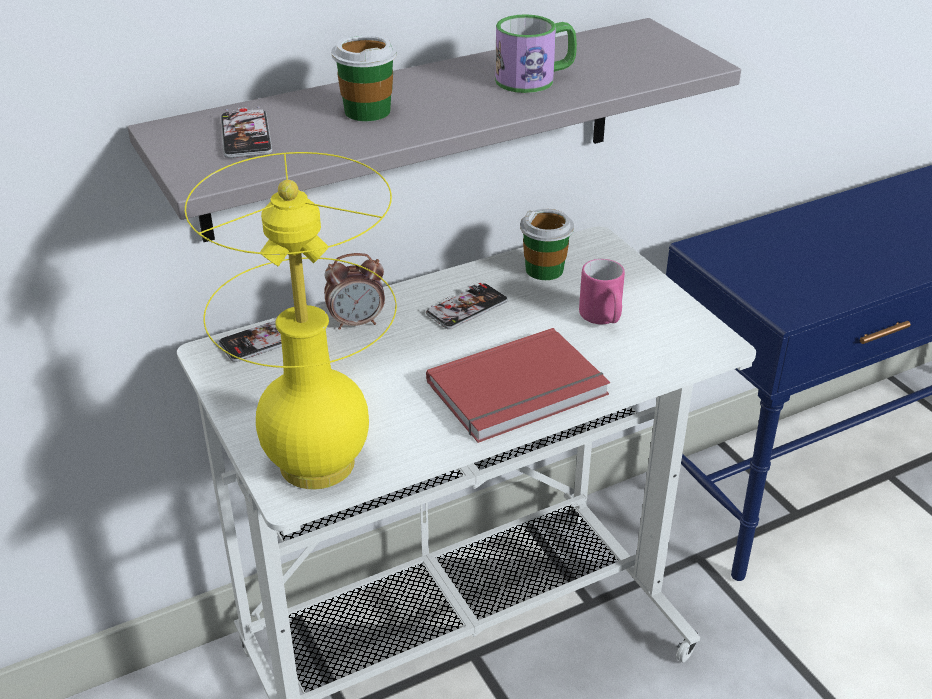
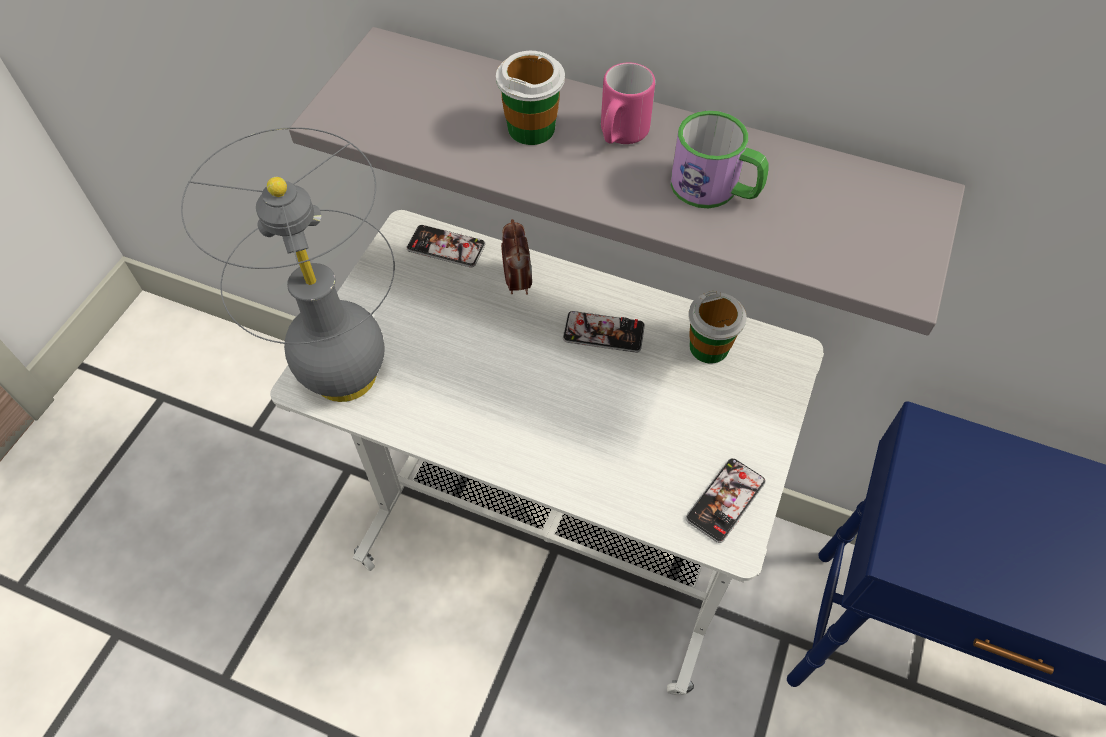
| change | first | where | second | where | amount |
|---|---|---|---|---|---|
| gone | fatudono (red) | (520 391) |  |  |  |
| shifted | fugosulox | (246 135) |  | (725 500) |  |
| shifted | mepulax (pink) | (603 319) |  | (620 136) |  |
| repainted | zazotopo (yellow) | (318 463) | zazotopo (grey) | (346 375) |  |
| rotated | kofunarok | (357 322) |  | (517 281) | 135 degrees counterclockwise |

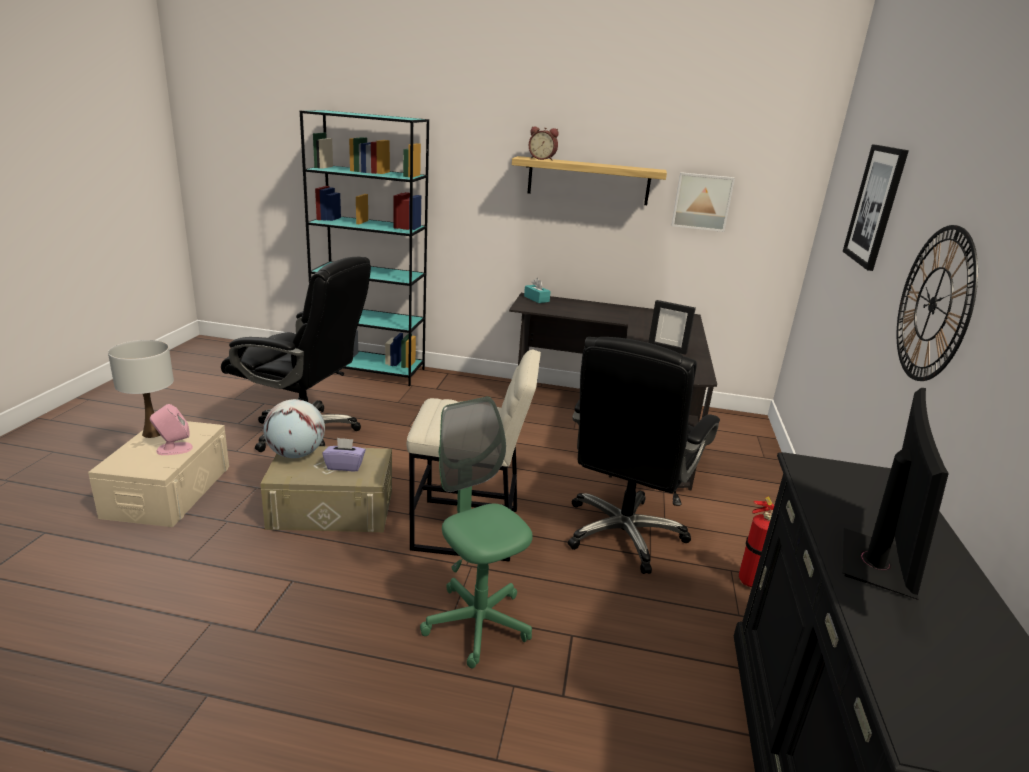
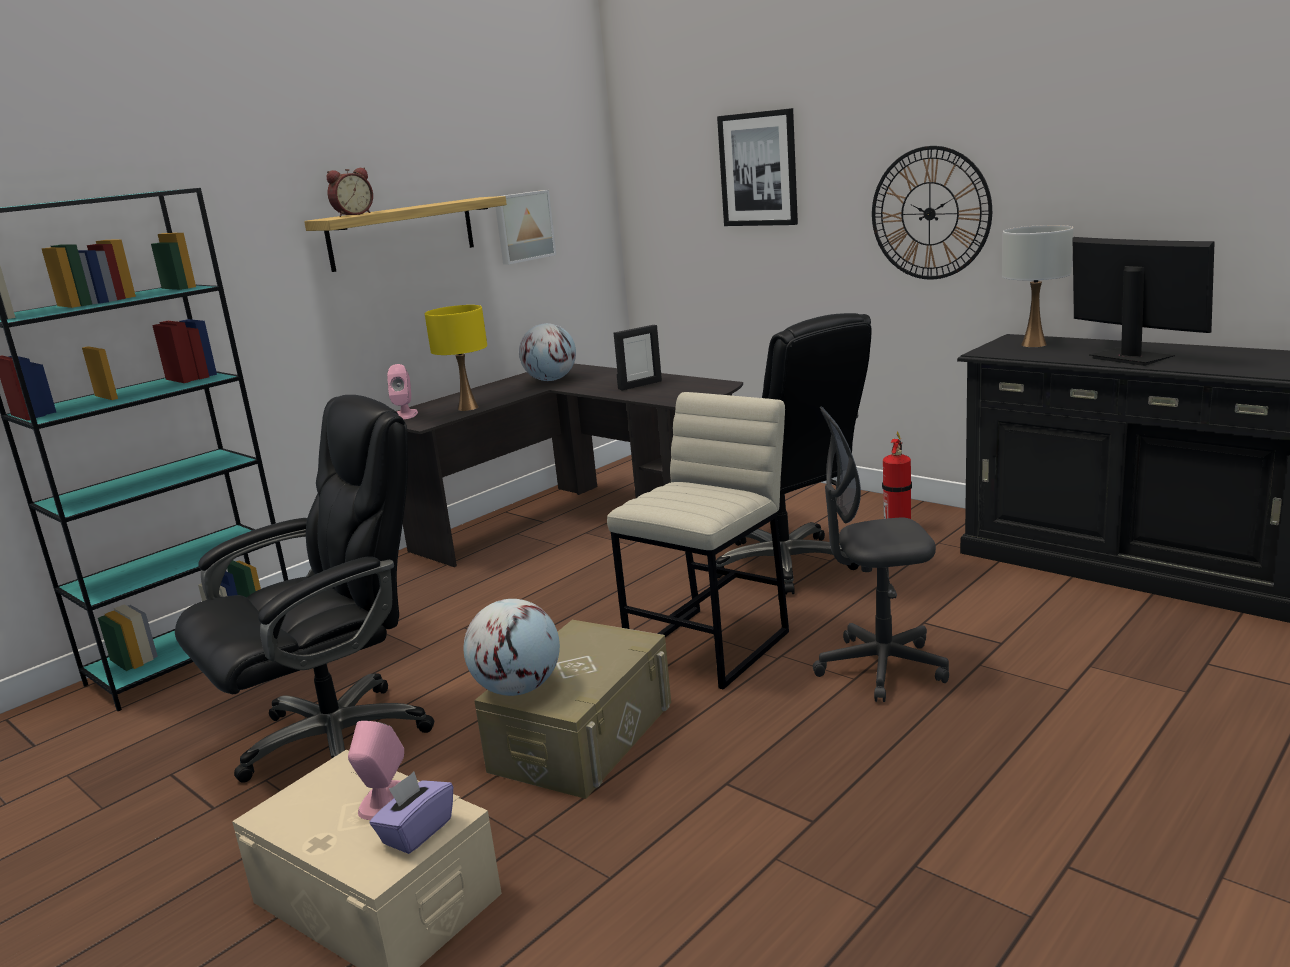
| change | first | where | second | where | amount |
|---|---|---|---|---|---|
| new |  |  | zazotopo (yellow) | (468 408) |  |
| new |  |  | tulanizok | (550 380) |  |
| shifted | zazotopo (white) | (153 433) |  | (1034 344) |  |
| shifted | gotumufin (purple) | (345 466) |  | (416 832) |  |
| swapped | gotumufin (turquoise) | (536 299) | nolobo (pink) | (405 415) |  |
| repainted | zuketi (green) | (477 623) | zuketi (grey) | (880 668) |  |

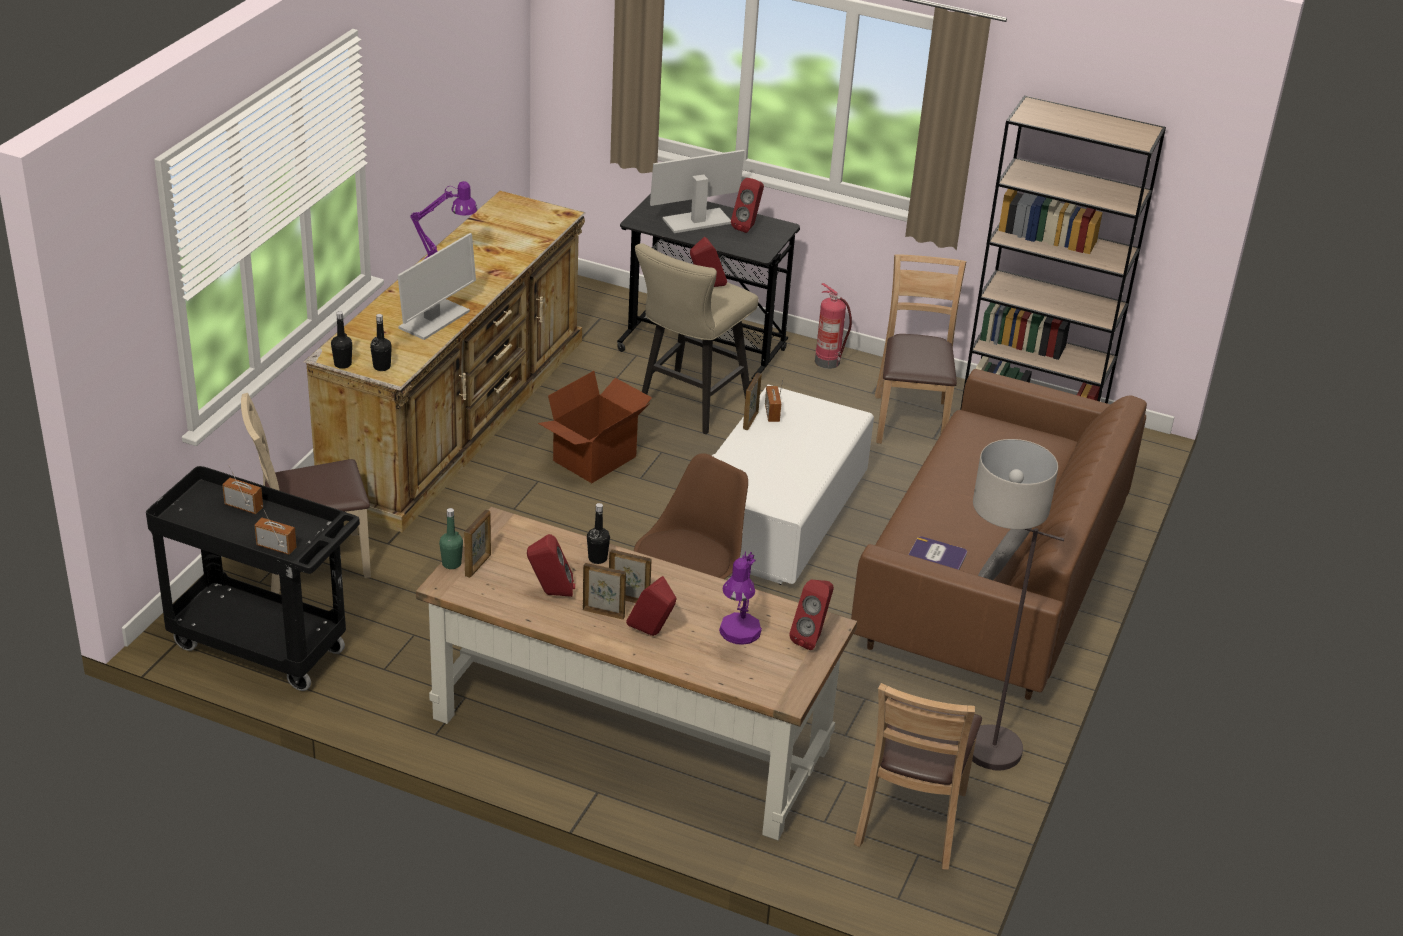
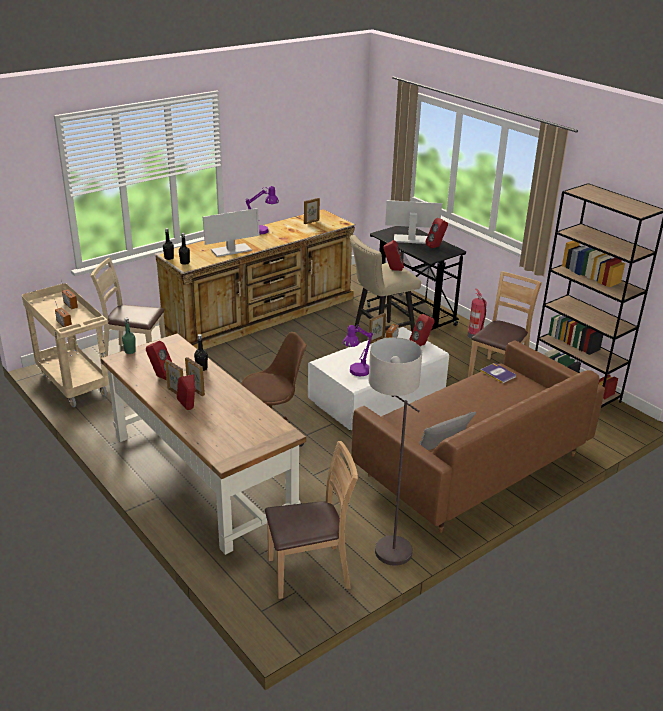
| change | first | where | second | where | amount |
|---|---|---|---|---|---|
| gone | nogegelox | (595 459) |  |  |  |
| shifted | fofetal | (478 565) |  | (311 222) |  |
| shifted | zazotopo (purple) | (738 637) |  | (356 372) |  |
| shifted | nolobo (red) | (812 638) |  | (421 345) |  |
| shifted | fatudono | (937 555) |  | (498 373) |  |
| repainted | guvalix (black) | (266 652) | guvalix (beige) | (75 387) |  |
| rotated | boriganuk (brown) | (912 820) |  | (309 572) | 150 degrees counterclockwise |

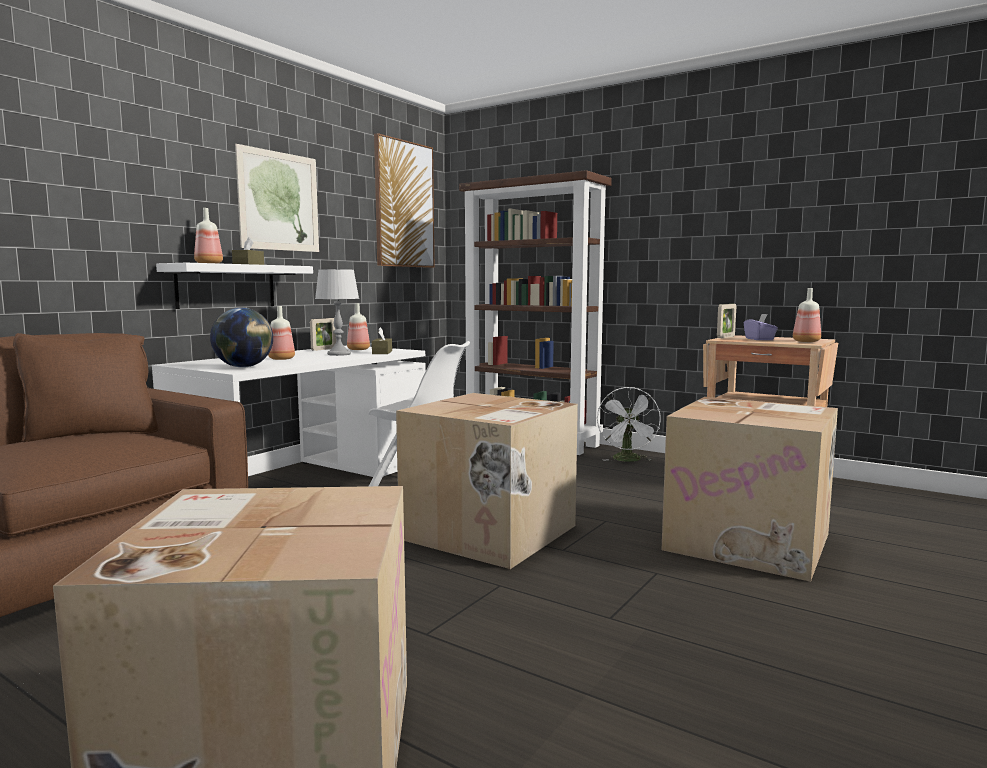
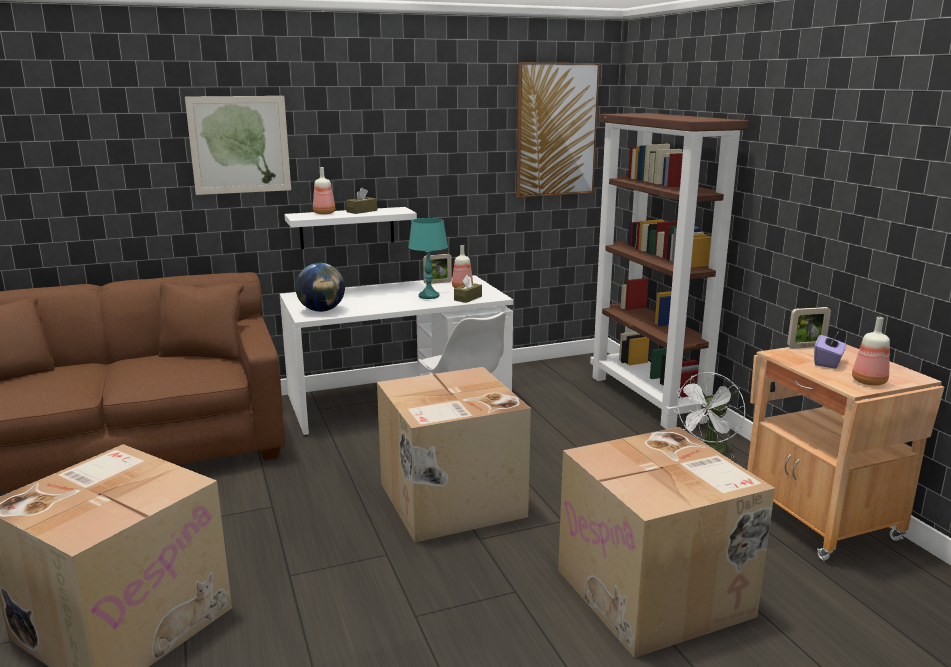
| change | first | where | second | where | amount |
|---|---|---|---|---|---|
| gone | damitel | (280 359) |  |  |  |
| shifted | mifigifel | (279 201) |  | (239 145) |  |
| repainted | zazotopo (grey) | (338 354) | zazotopo (turquoise) | (428 296) |  |

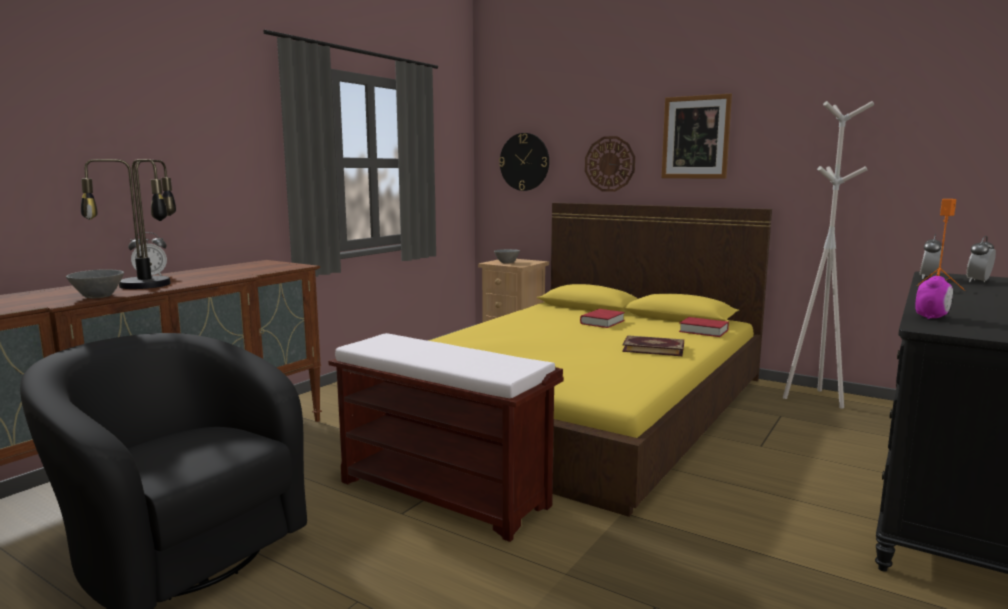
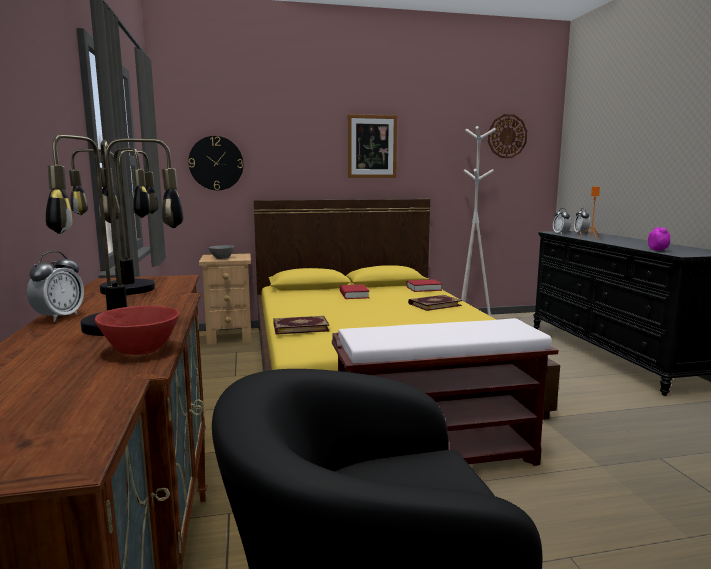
| change | first | where | second | where | amount |
|---|---|---|---|---|---|
| new |  |  | zazotopo | (129 289) |  |
| new |  |  | fatudono | (300 327) |  |
| shifted | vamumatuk | (610 164) |  | (507 136) |  |
| repainted | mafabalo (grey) | (96 296) | mafabalo (red) | (140 350) |  |

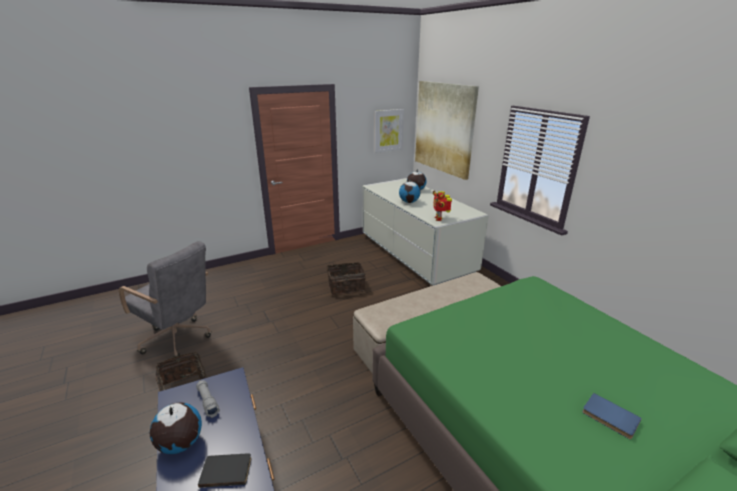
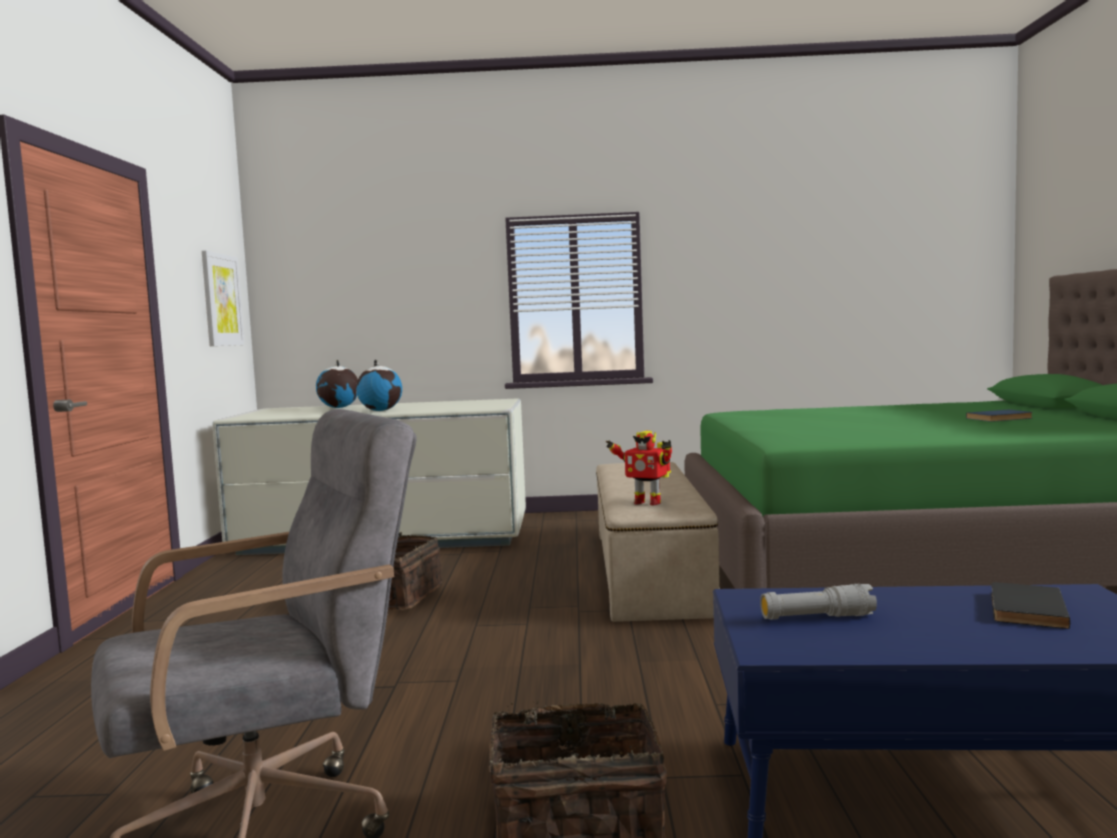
| change | first | where | second | where | amount |
|---|---|---|---|---|---|
| gone | tulanizok | (180 444) |  |  |  |
| gone | mifigifel | (444 128) |  |  |  |
| shifted | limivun | (439 218) |  | (647 502) |  |

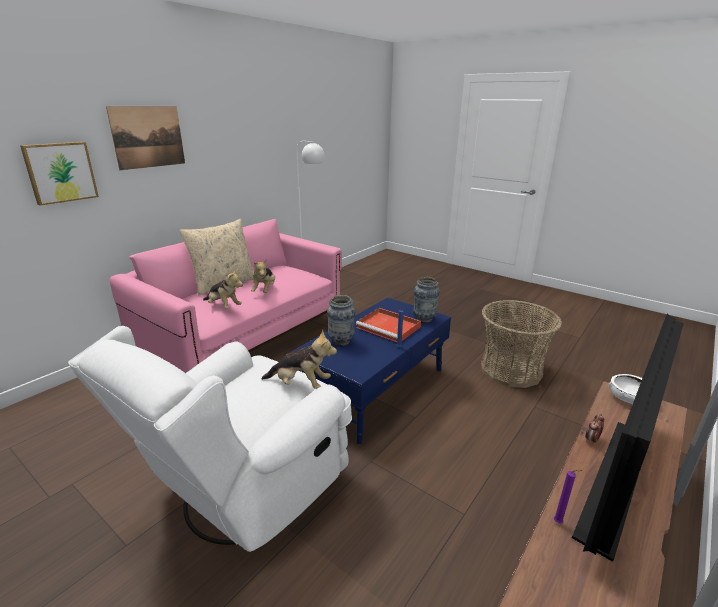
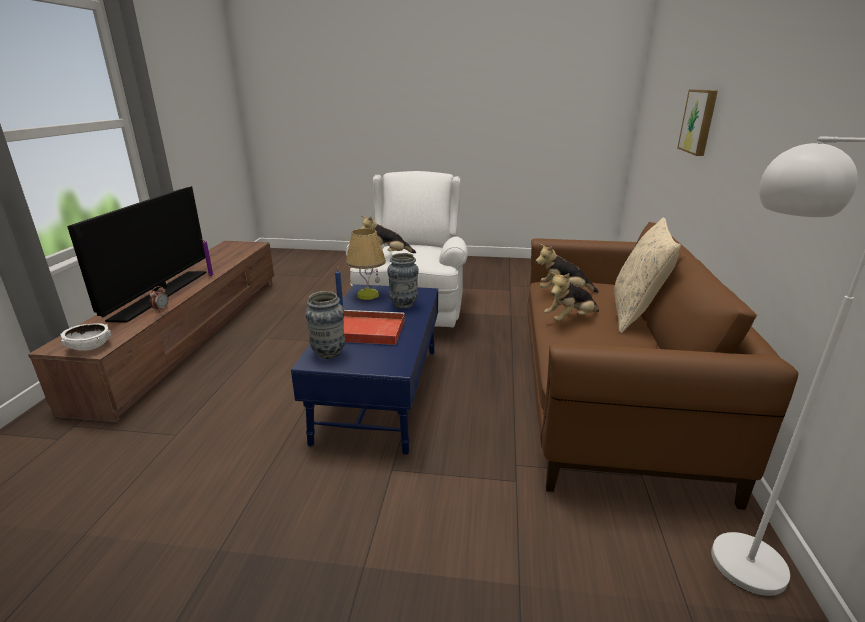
| change | first | where | second | where | amount |
|---|---|---|---|---|---|
| gone | mifigifel | (148 137) |  |  |  |
| gone | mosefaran | (511 370) |  |  |  |
| new |  |  | zazotopo | (367 295) |  |
| repainted | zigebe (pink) | (244 338) | zigebe (brown) | (607 399) |  |
| rotated | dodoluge | (264 290) |  | (570 319) | 90 degrees counterclockwise |

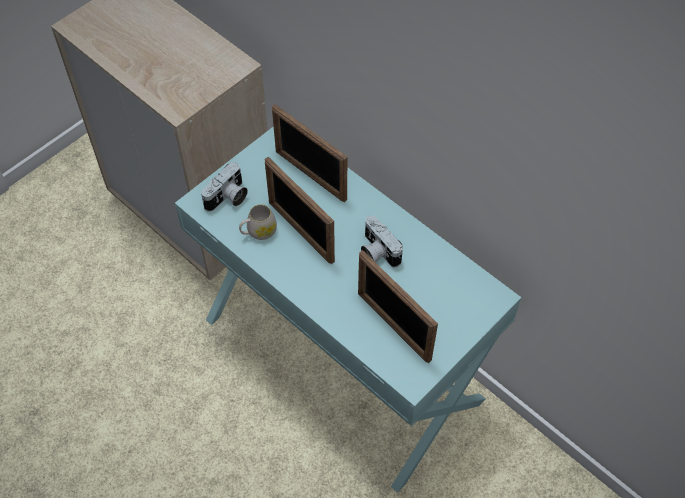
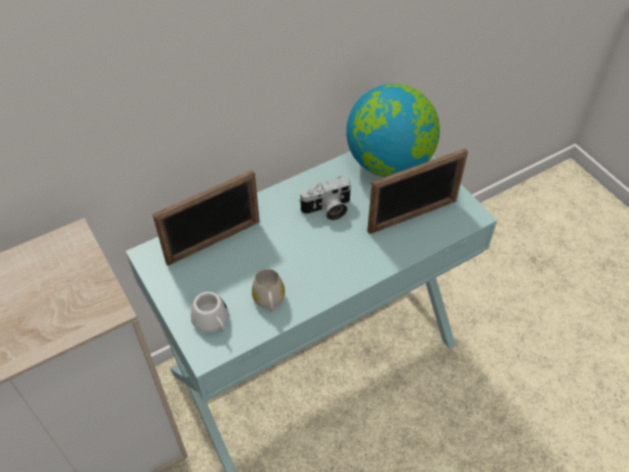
| change | first | where | second | where | amount |
|---|---|---|---|---|---|
| gone | fofetal | (300 231) |  |  |  |
| new |  |  | tulanizok | (389 163) |  |
| swapped | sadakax | (228 198) | mepulax (white) | (213 321) |  |

